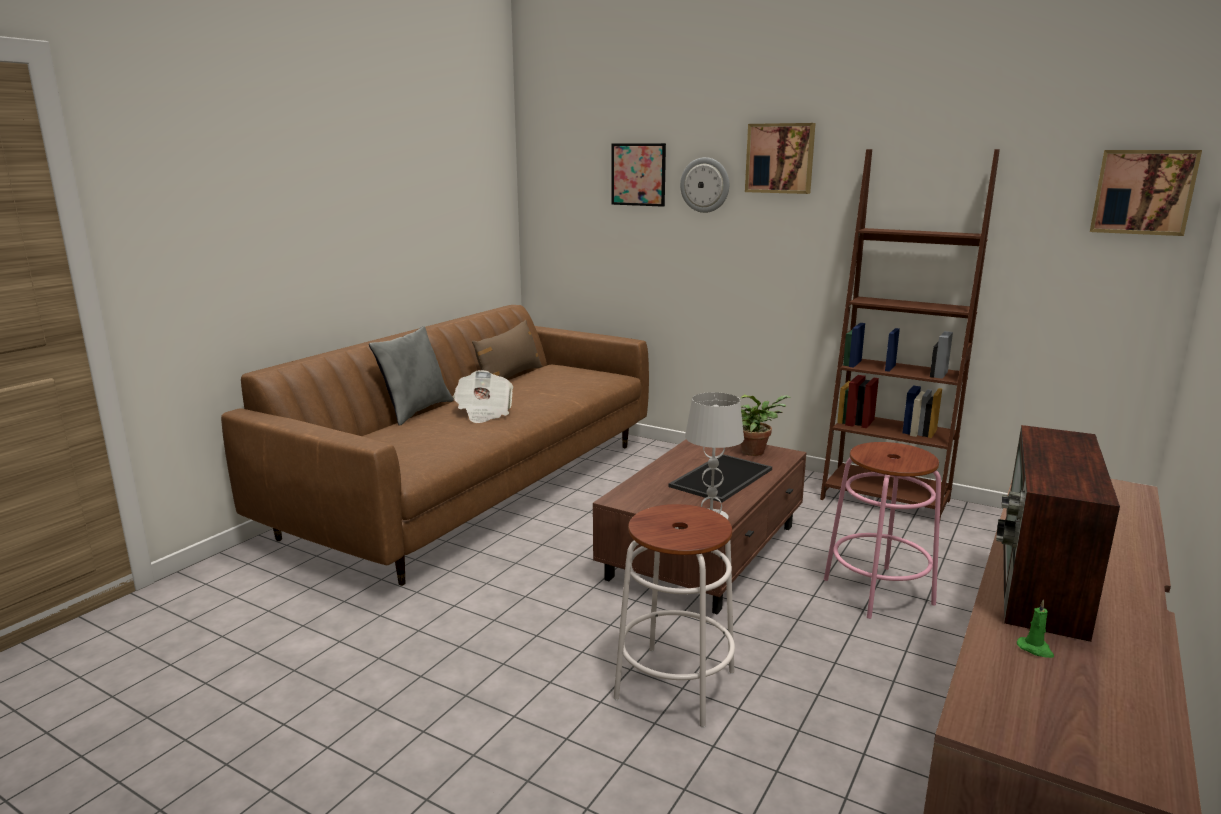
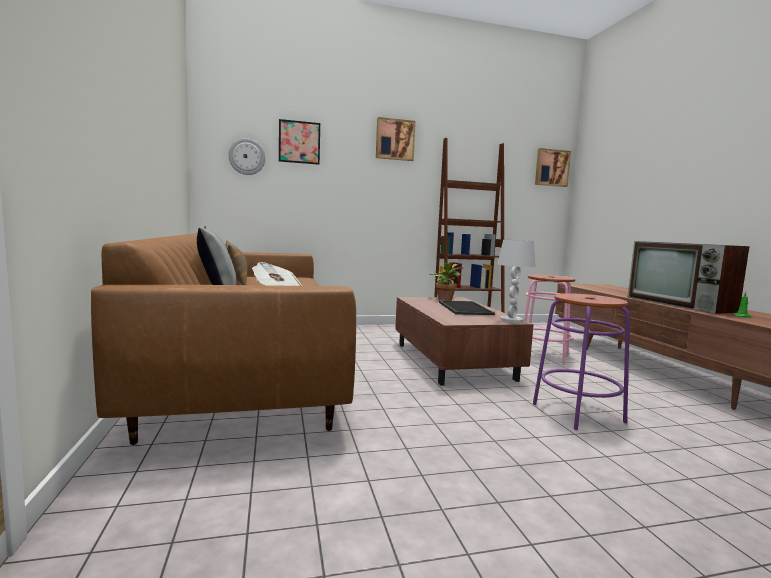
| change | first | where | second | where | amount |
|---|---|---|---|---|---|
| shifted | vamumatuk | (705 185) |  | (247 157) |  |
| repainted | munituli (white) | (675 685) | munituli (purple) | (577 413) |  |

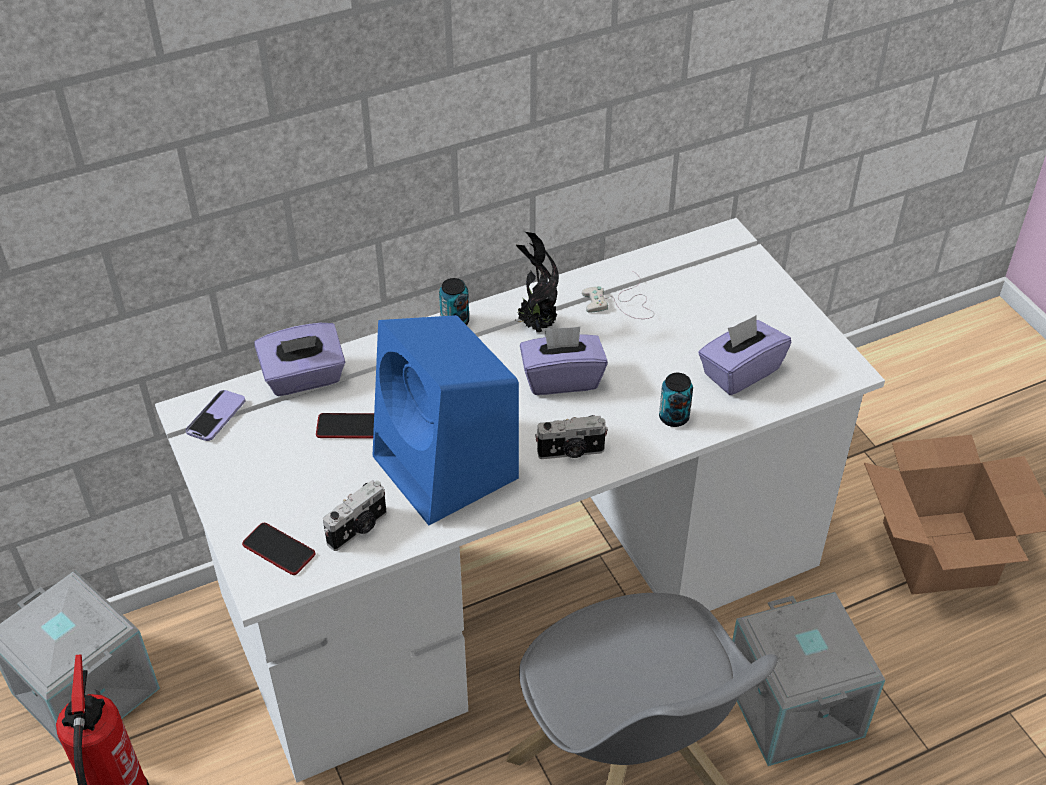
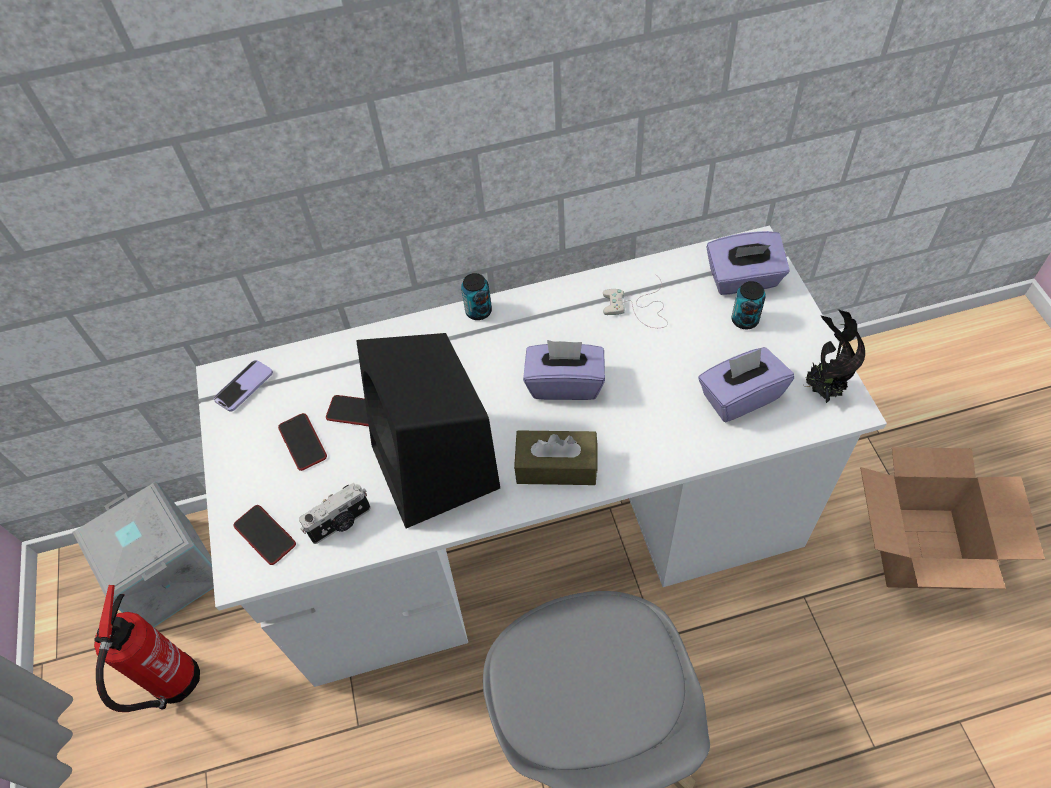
| change | first | where | second | where | amount |
|---|---|---|---|---|---|
| gone | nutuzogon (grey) | (796 706) |  |  |  |
| new |  |  | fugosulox | (302 442) |  |
| shifted | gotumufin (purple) | (304 378) |  | (743 279) |  |
| shifted | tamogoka | (535 325) |  | (821 389) |  |
| shifted | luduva | (673 417) |  | (744 320) |  |
| swapped | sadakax | (571 452) | gotumufin (brown) | (556 466) |  |
| repainted | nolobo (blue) | (448 469) | nolobo (black) | (437 469) |  |

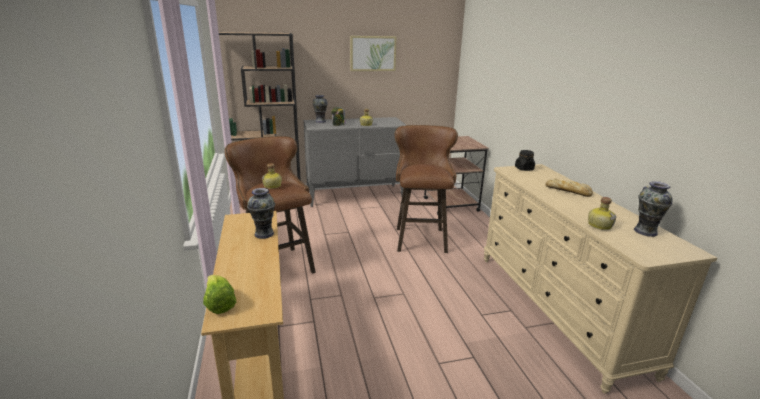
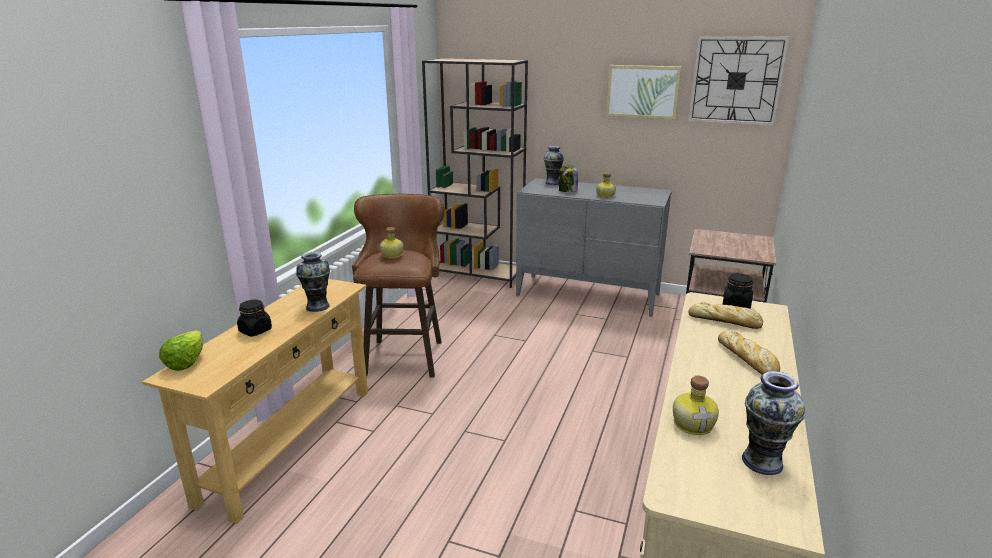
| change | first | where | second | where | amount |
|---|---|---|---|---|---|
| gone | munituli (brown) | (420 238) |  |  |  |
| new |  |  | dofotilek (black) | (255 331) |  |
| new |  |  | vamumatuk | (736 80) |  |
| new |  |  | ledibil | (726 321) |  |

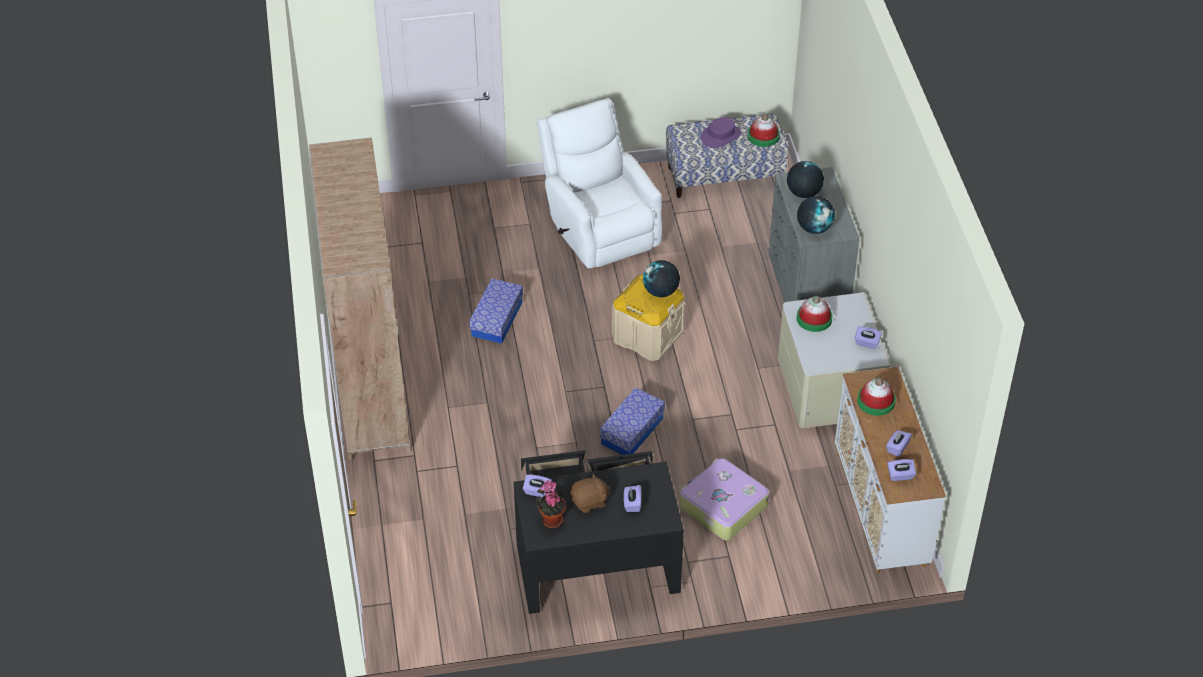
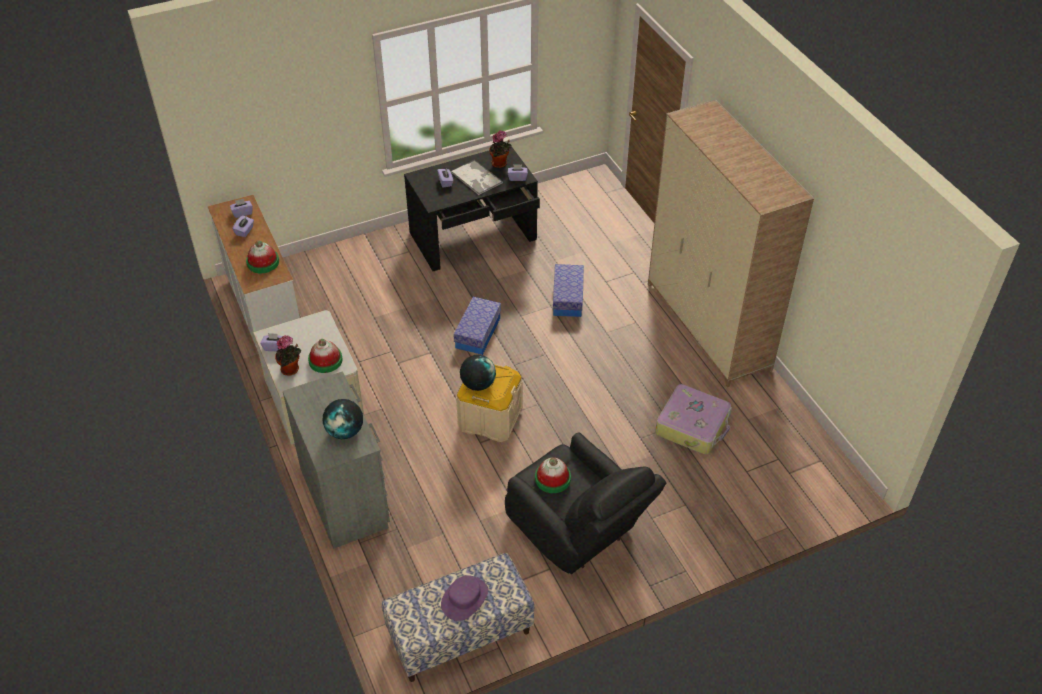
| change | first | where | second | where | amount |
|---|---|---|---|---|---|
| gone | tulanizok | (814 228) |  |  |  |
| new |  |  | tamogoka | (291 369) |  |
| shifted | nutuzogon | (497 319) |  | (567 298) |  |
| shifted | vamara | (722 506) |  | (693 426) |  |
| shifted | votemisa | (763 136) |  | (552 478) |  |
| swapped | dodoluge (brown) | (589 502) | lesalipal | (477 178) |  |
| repainted | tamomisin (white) | (599 225) | tamomisin (black) | (578 532) |  |

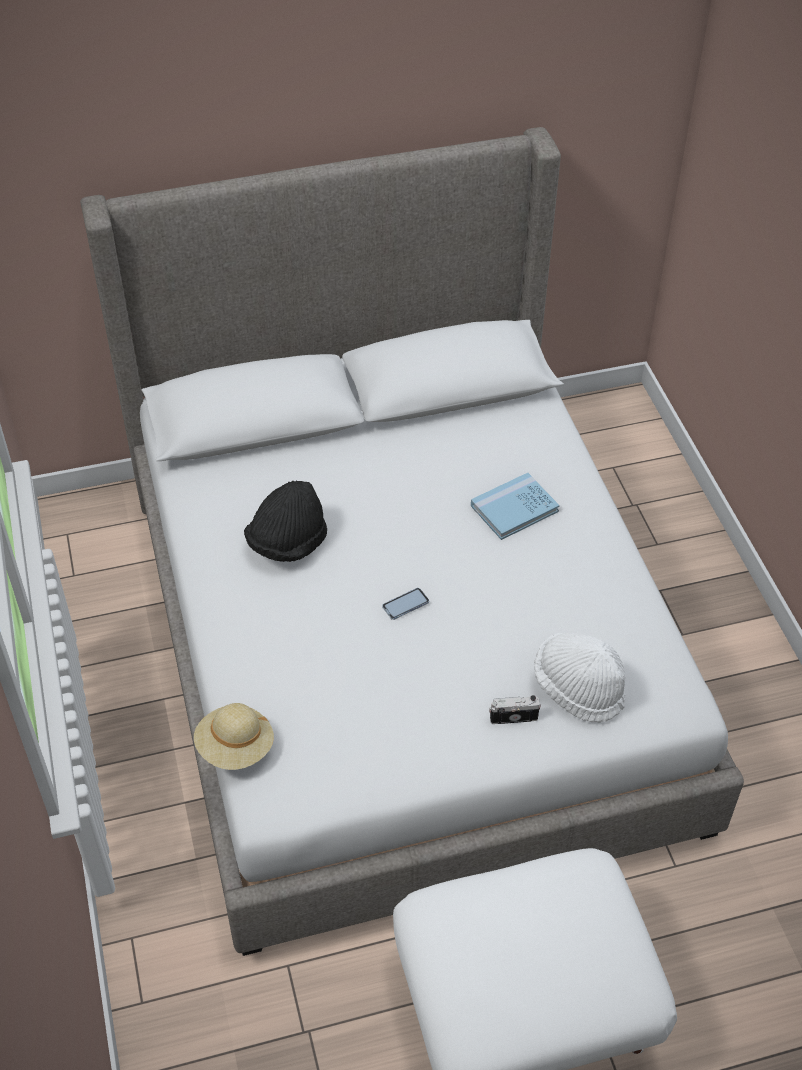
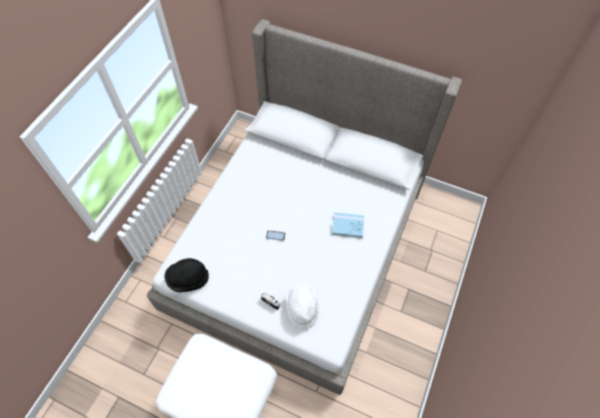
| change | first | where | second | where | amount |
|---|---|---|---|---|---|
| gone | votemisa (beige) | (235 748) |  |  |  |
| shifted | votemisa (black) | (287 543) |  | (188 279) |  |

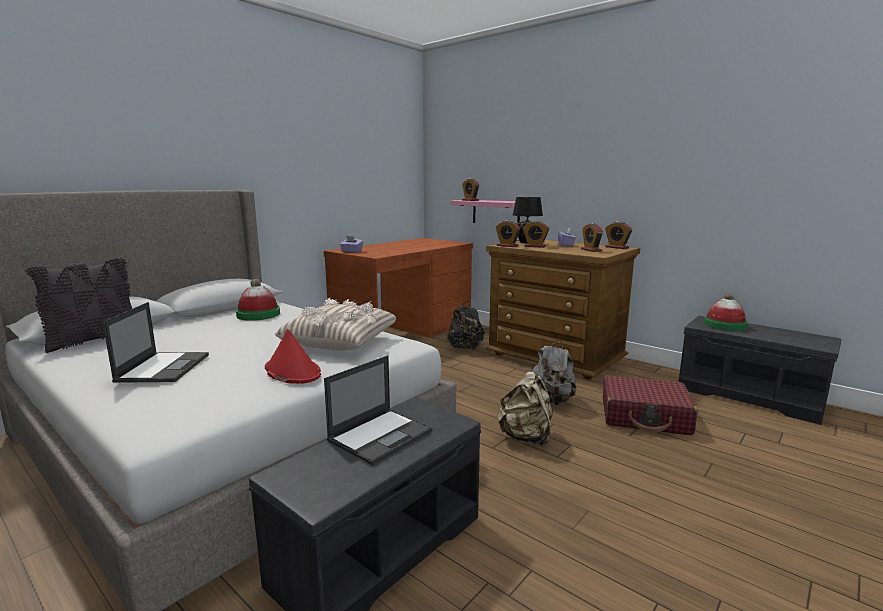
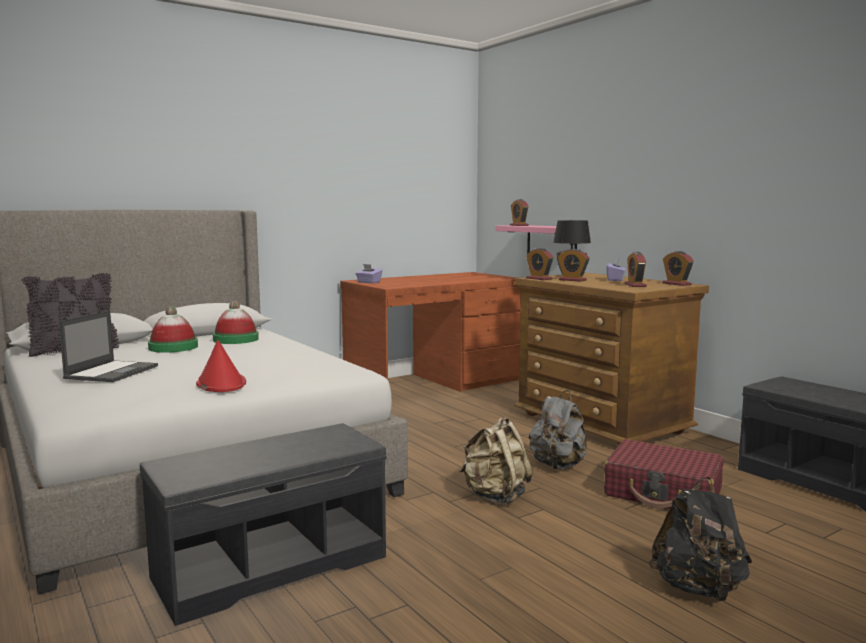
| change | first | where | second | where | amount |
|---|---|---|---|---|---|
| gone | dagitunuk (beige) | (339 344) |  |  |  |
| gone | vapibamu | (381 435) |  |  |  |
| shifted | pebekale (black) | (465 348) |  | (698 589) |  |
| shifted | votemisa | (724 325) |  | (173 347) |  |

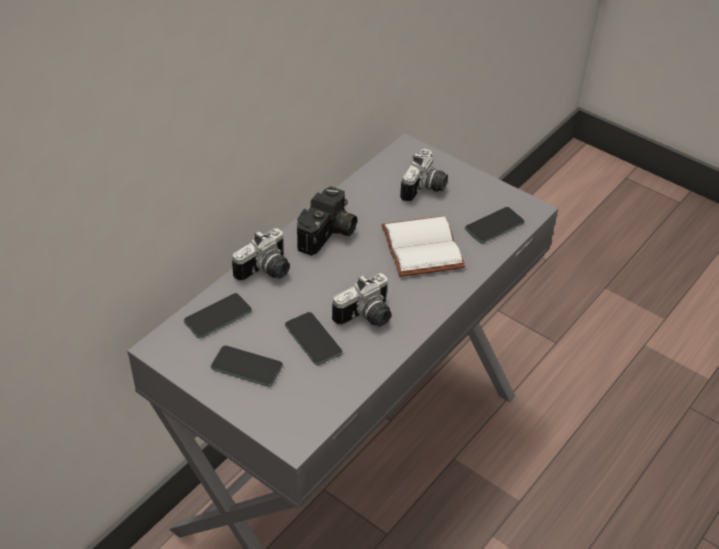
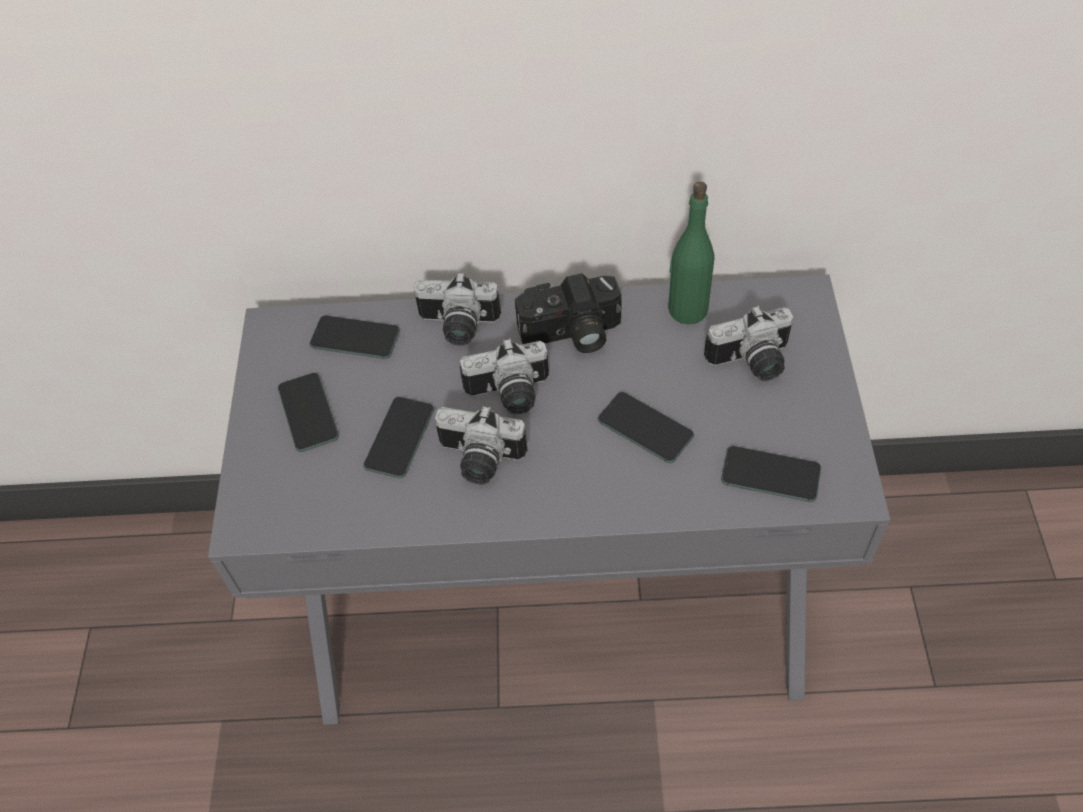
| change | first | where | second | where | amount |
|---|---|---|---|---|---|
| new |  |  | sadakax | (510 395) |  |
| new |  |  | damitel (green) | (687 309) |  |
| swapped | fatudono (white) | (419 247) | fugosulox | (645 428) |  |

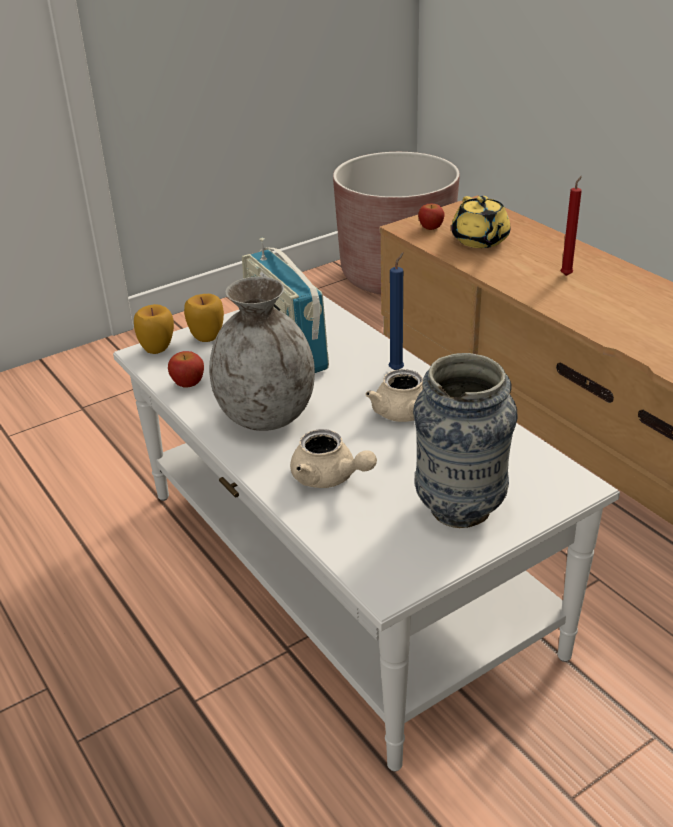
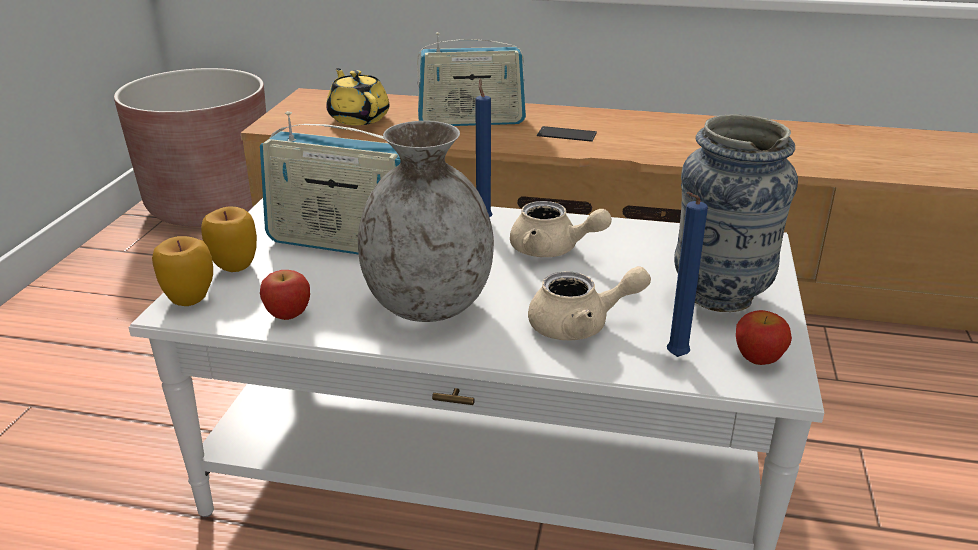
| change | first | where | second | where | amount |
|---|---|---|---|---|---|
| new |  |  | fugosulox | (566 134) |  |
| new |  |  | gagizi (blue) | (674 358) |  |
| shifted | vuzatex | (431 228) |  | (758 358) |  |
| swapped | gagizi (red) | (567 275) | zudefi | (471 121) |  |
| rotated | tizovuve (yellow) | (480 241) |  | (358 118) | 150 degrees counterclockwise |

